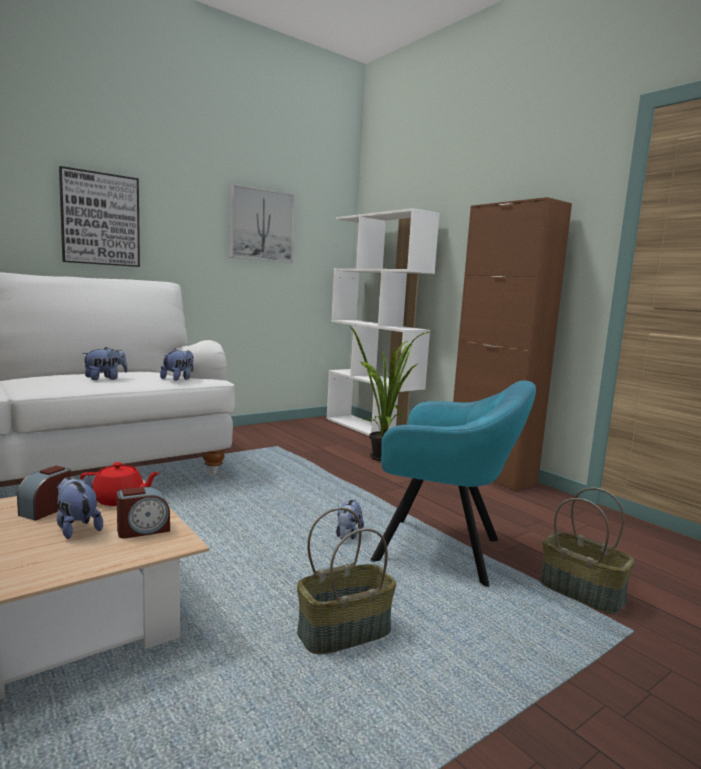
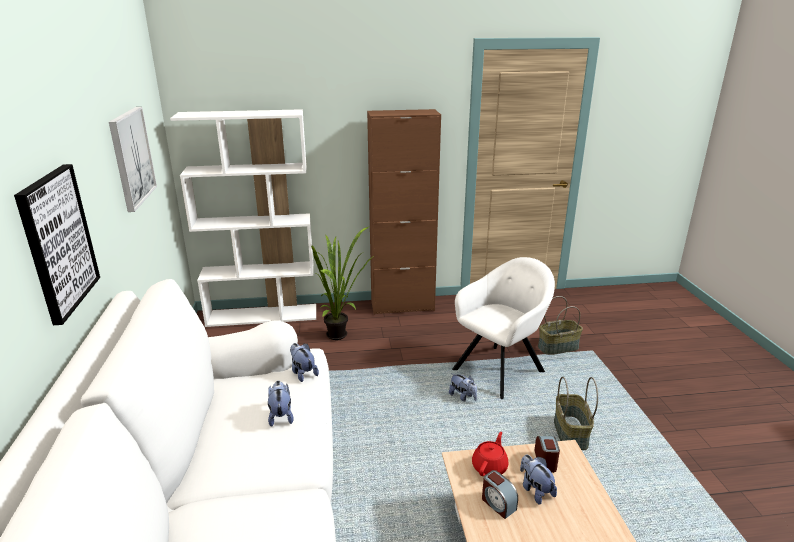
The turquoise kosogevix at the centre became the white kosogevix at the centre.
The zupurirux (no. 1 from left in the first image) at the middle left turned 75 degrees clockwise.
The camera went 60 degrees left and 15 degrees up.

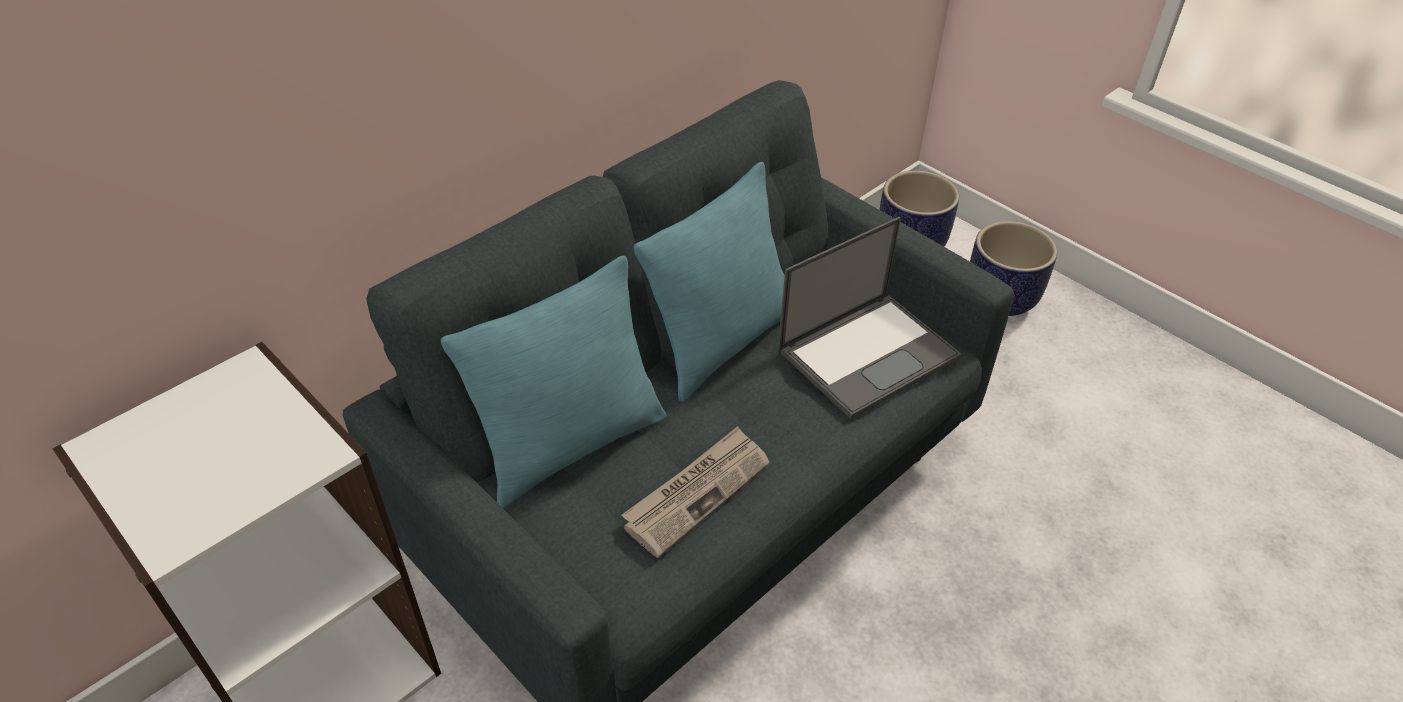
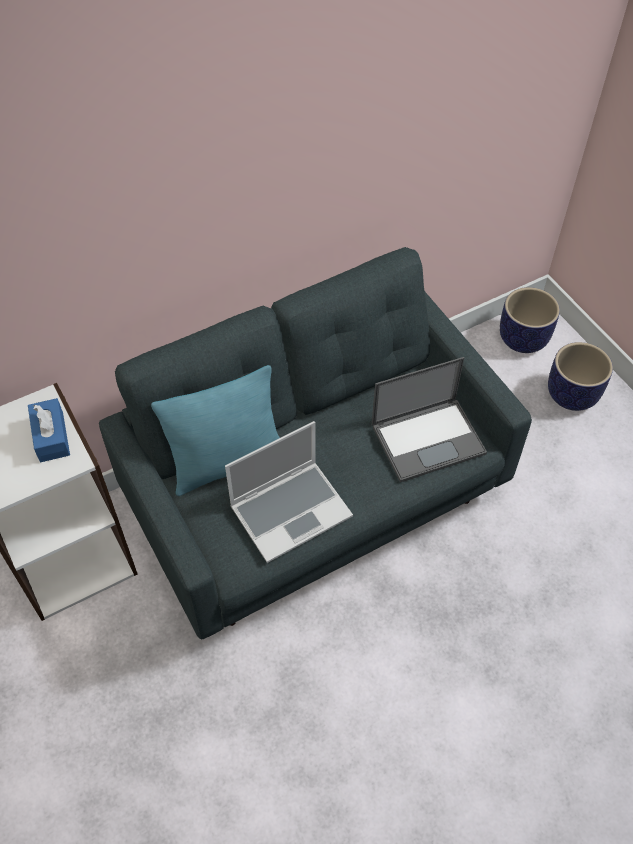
The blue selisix at the middle left appeared.
The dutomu at the bottom centre was replaced by the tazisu (no. 1 from left) at the centre.
The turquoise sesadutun (no. 2 from left) at the centre disappeared.
The camera went 15 degrees right and 10 degrees up.

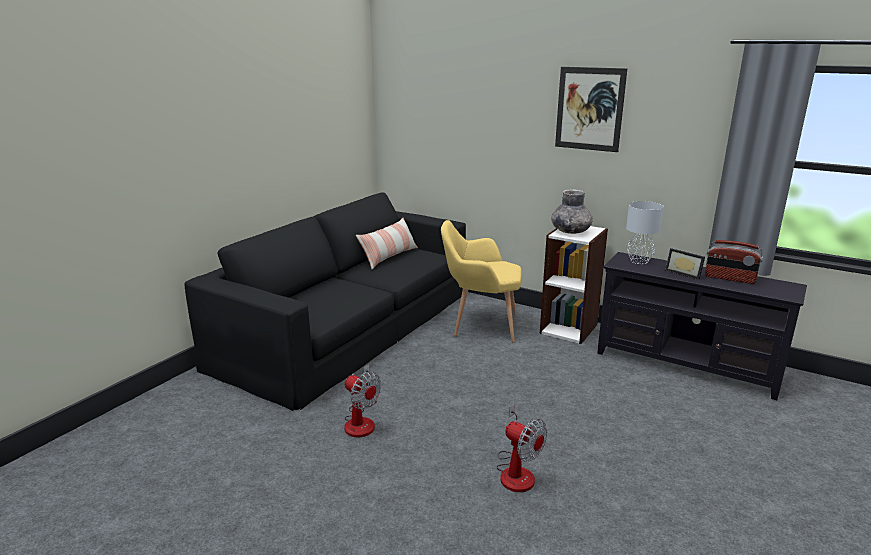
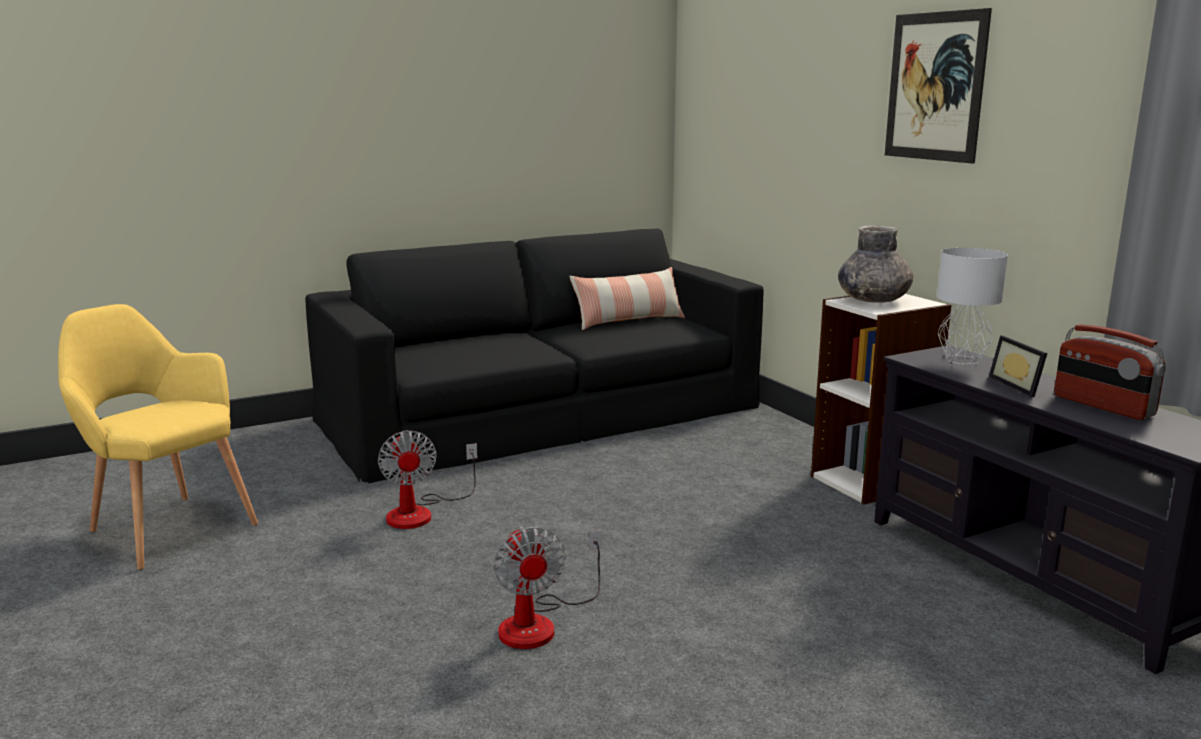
The yellow kosogevix moved from the centre to the middle left.
The camera went 30 degrees right and 5 degrees down.

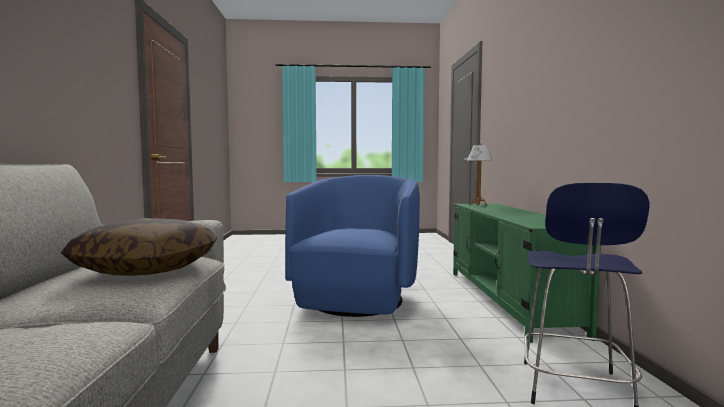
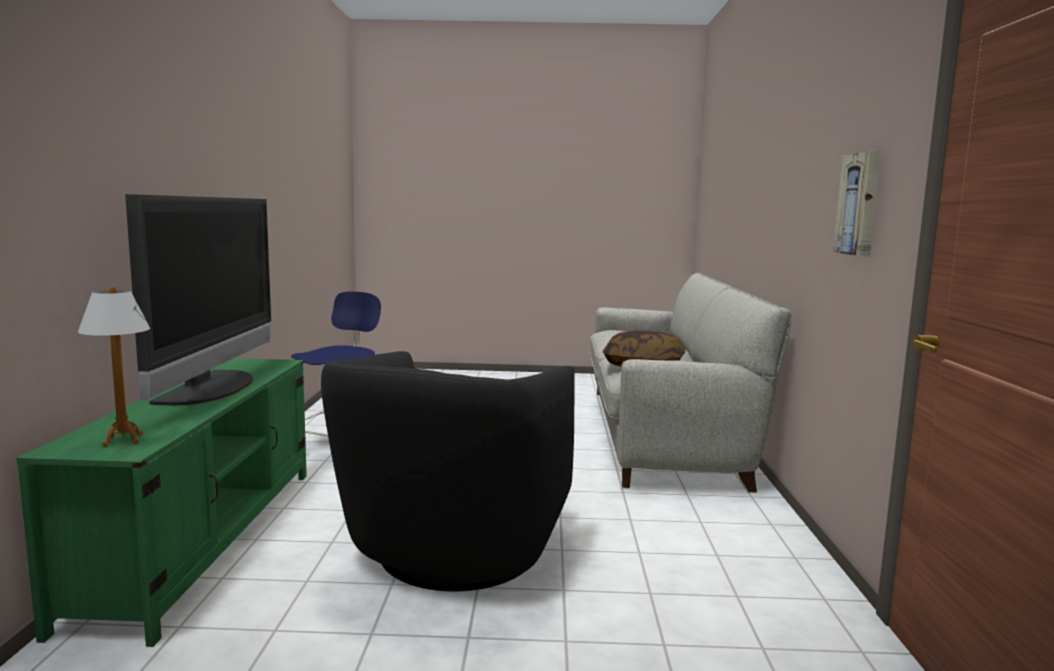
The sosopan at the middle left appeared.
The blue kosogevix at the centre became the black kosogevix at the bottom centre.
The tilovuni at the top right appeared.
The camera went 175 degrees left and 5 degrees up.

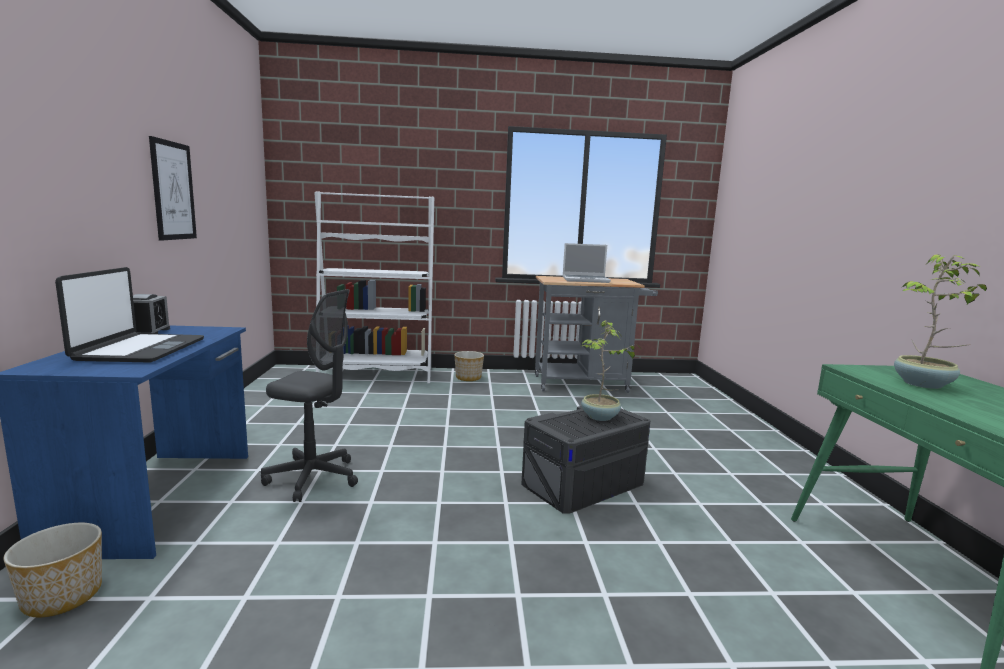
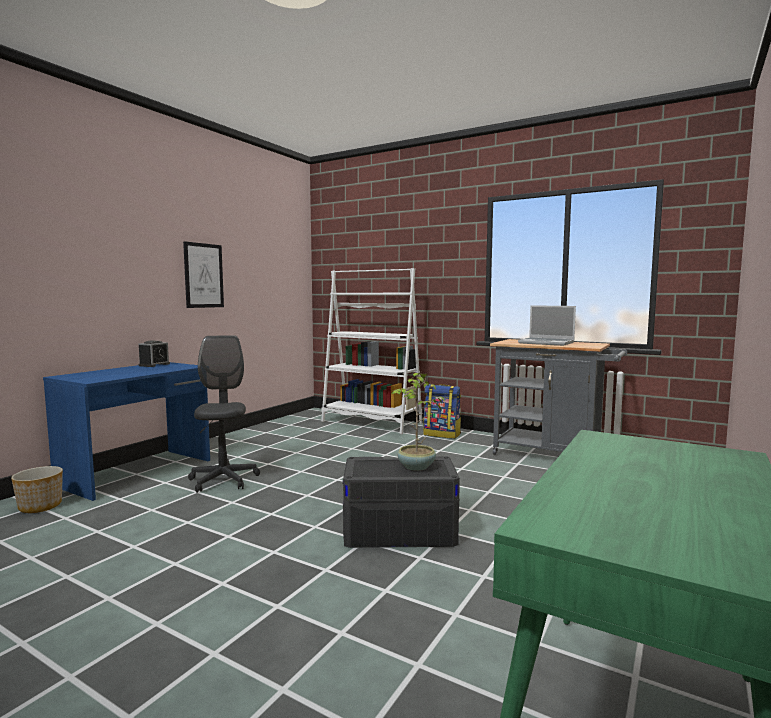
The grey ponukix at the middle left turned 150 degrees counterclockwise.
The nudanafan (no. 2 from left) at the centre was replaced by the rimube at the centre.
The tazisu (no. 1 from left) at the middle left disappeared.
The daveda (no. 2 from left) at the middle right disappeared.
The camera went 35 degrees right and 5 degrees down.

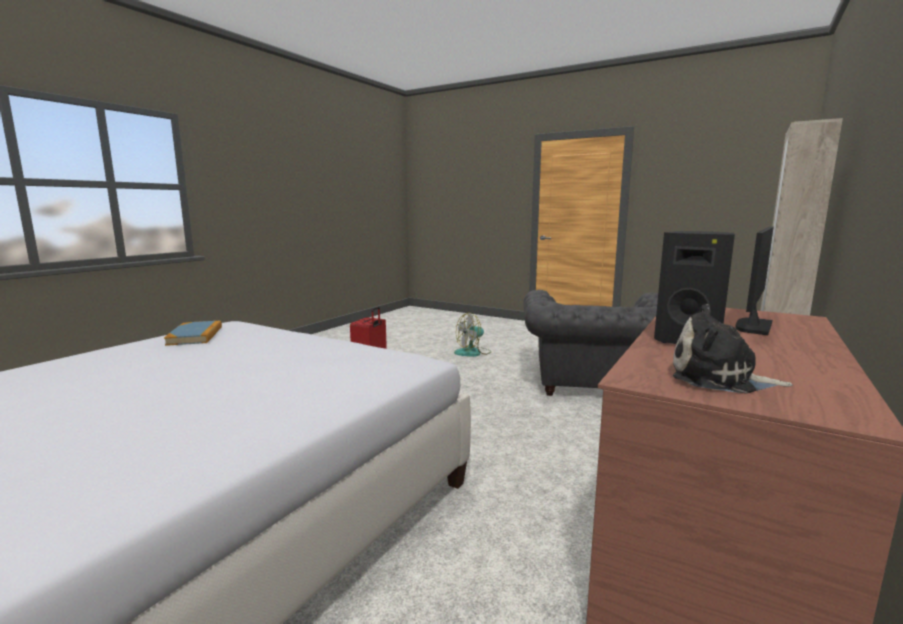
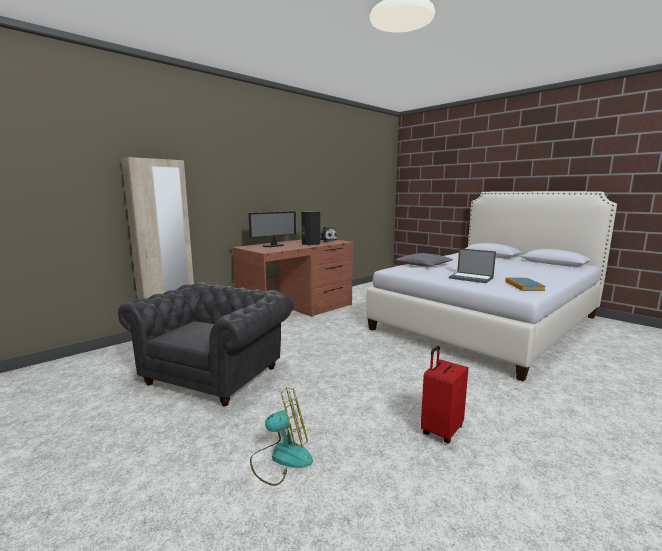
The grey sesadutun at the centre appeared.
The tazisu at the middle right appeared.
The camera went 165 degrees left and 0 degrees up.

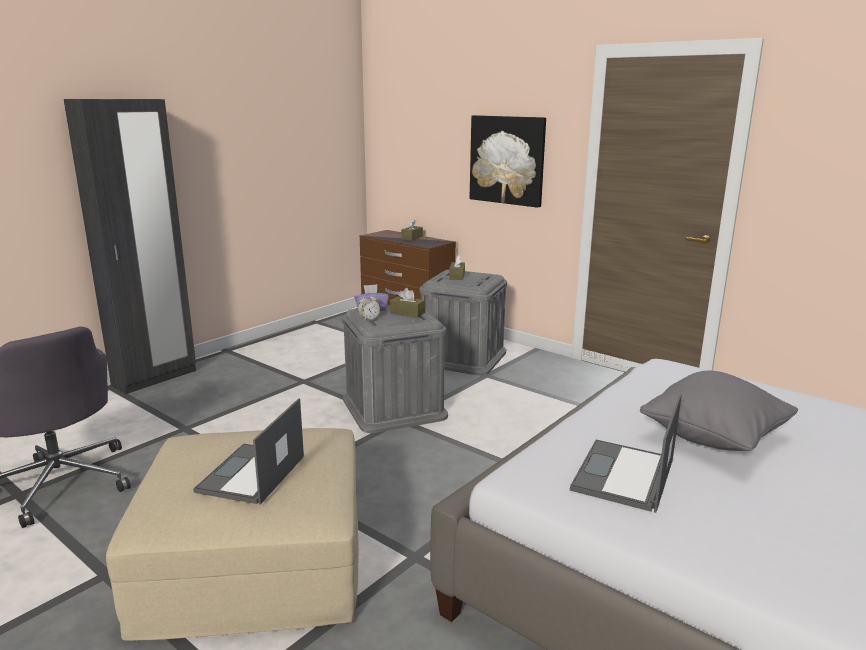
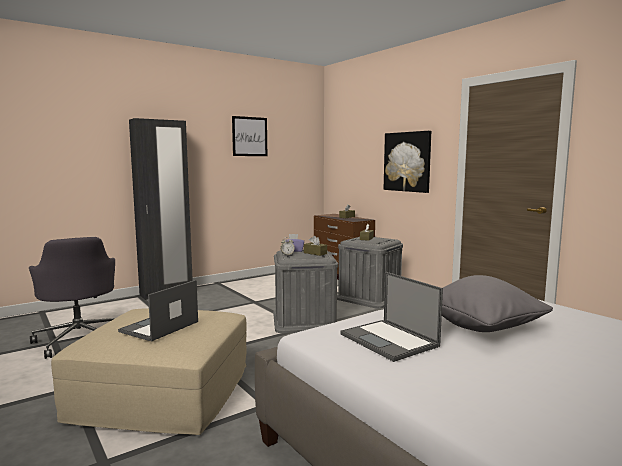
The tilovuni (no. 1 from left) at the top centre appeared.
The tazisu (no. 2 from left) at the bottom right turned 75 degrees counterclockwise.
The camera went 15 degrees right and 10 degrees down.

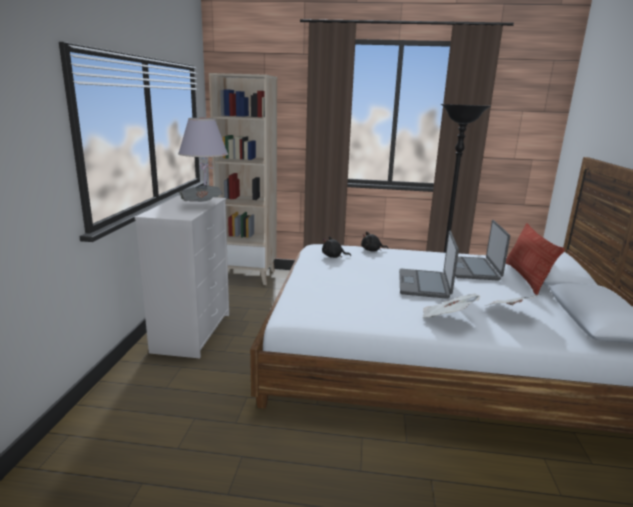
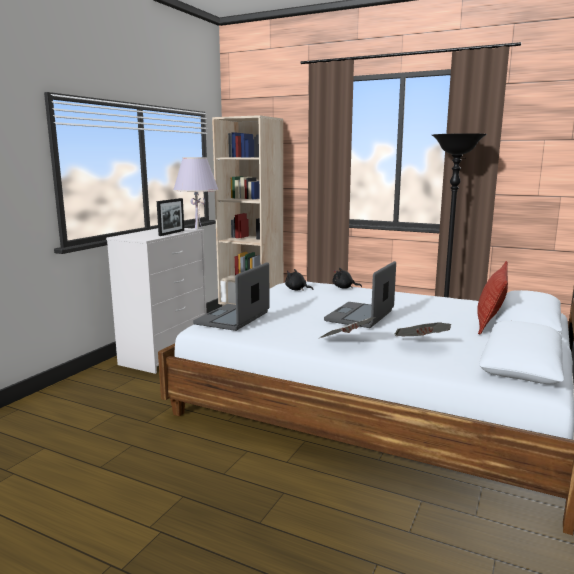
The dutomu (no. 1 from left) at the middle left was replaced by the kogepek at the middle left.
The tazisu (no. 2 from left in the first image) moved from the middle right to the centre.
The camera went 20 degrees right and 5 degrees down.

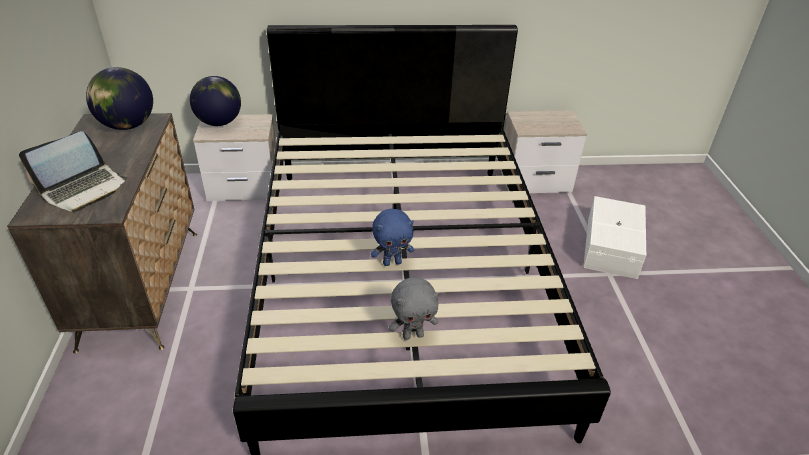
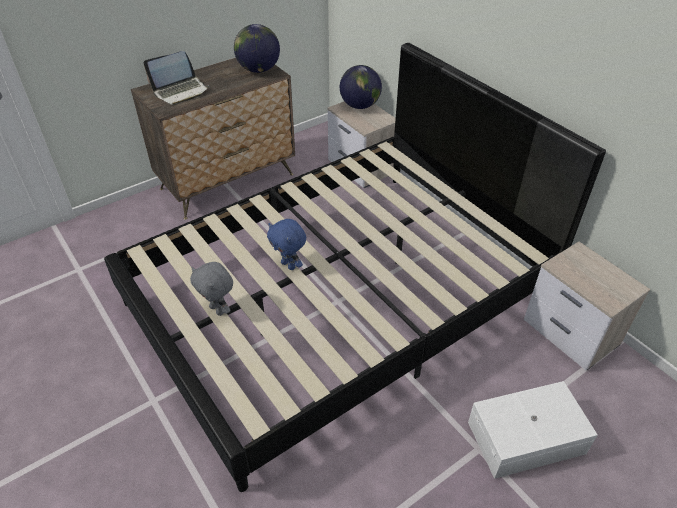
The tazisu at the middle left turned 45 degrees counterclockwise.
The camera went 60 degrees right and 5 degrees up.

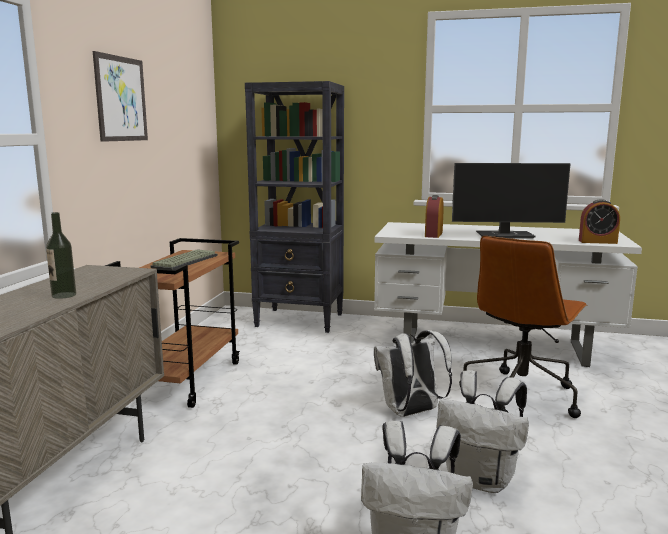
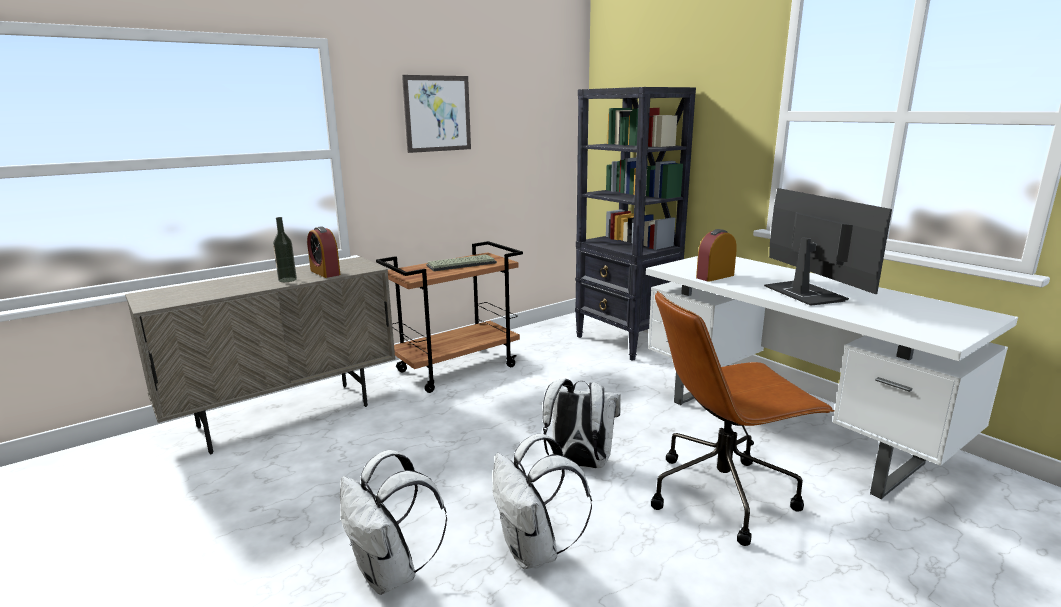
The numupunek (no. 2 from left in the first image) moved from the middle right to the middle left.
The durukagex at the middle right turned 150 degrees counterclockwise.
The camera went 40 degrees right and 5 degrees up.

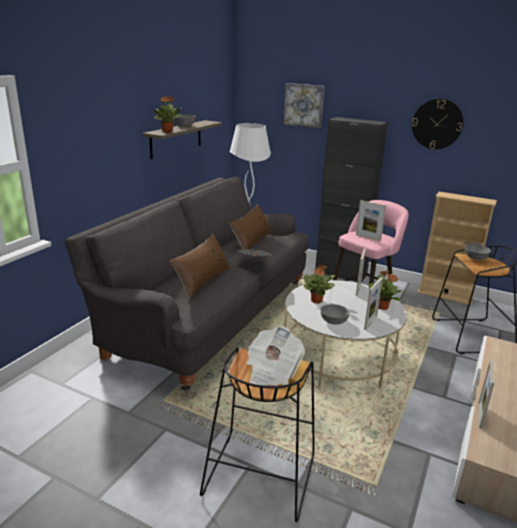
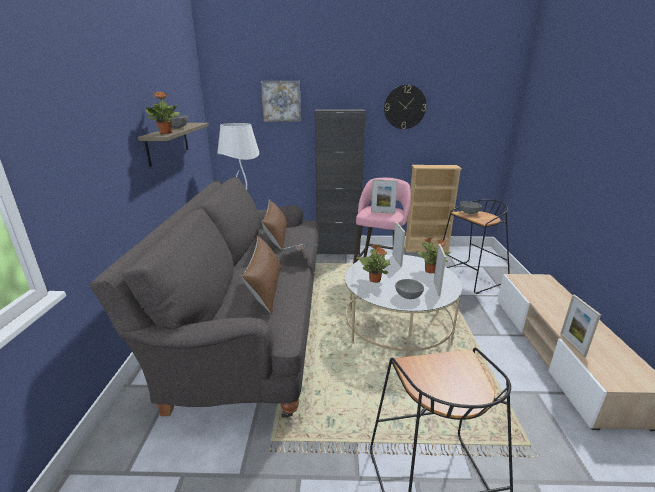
The dutomu (no. 2 from left) at the bottom centre disappeared.
The camera went 25 degrees left and 0 degrees up.

